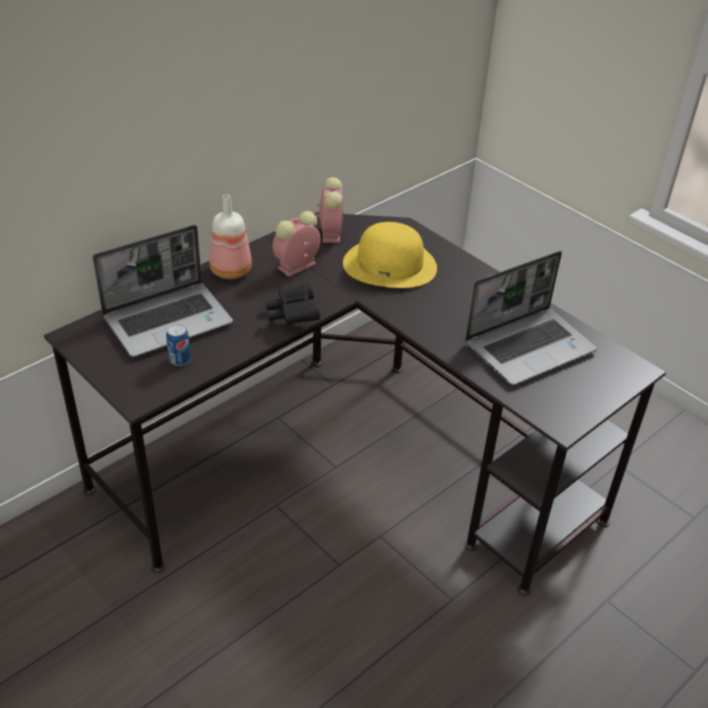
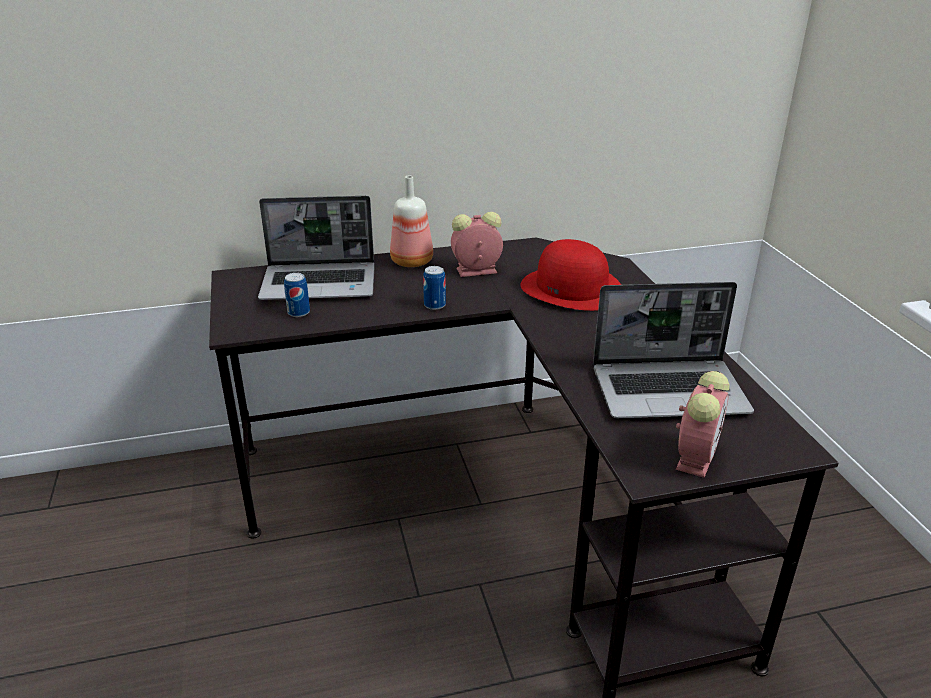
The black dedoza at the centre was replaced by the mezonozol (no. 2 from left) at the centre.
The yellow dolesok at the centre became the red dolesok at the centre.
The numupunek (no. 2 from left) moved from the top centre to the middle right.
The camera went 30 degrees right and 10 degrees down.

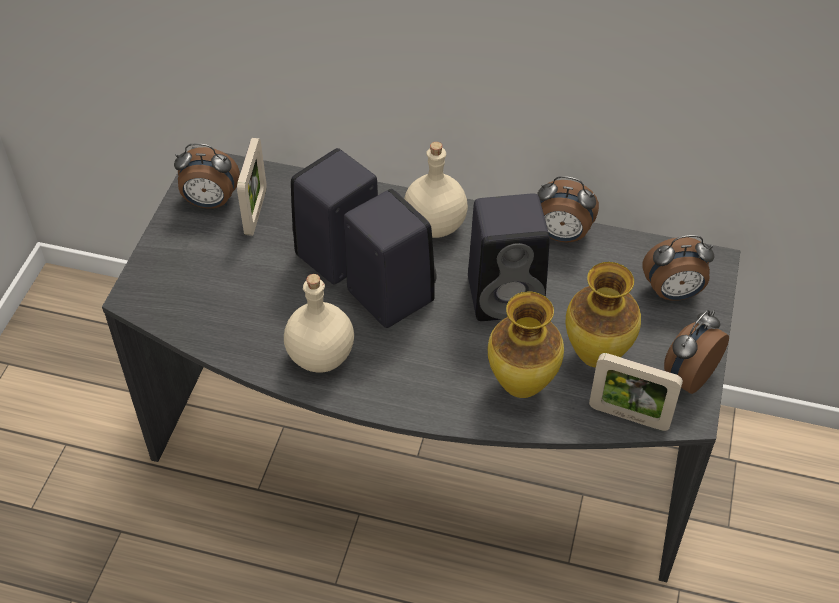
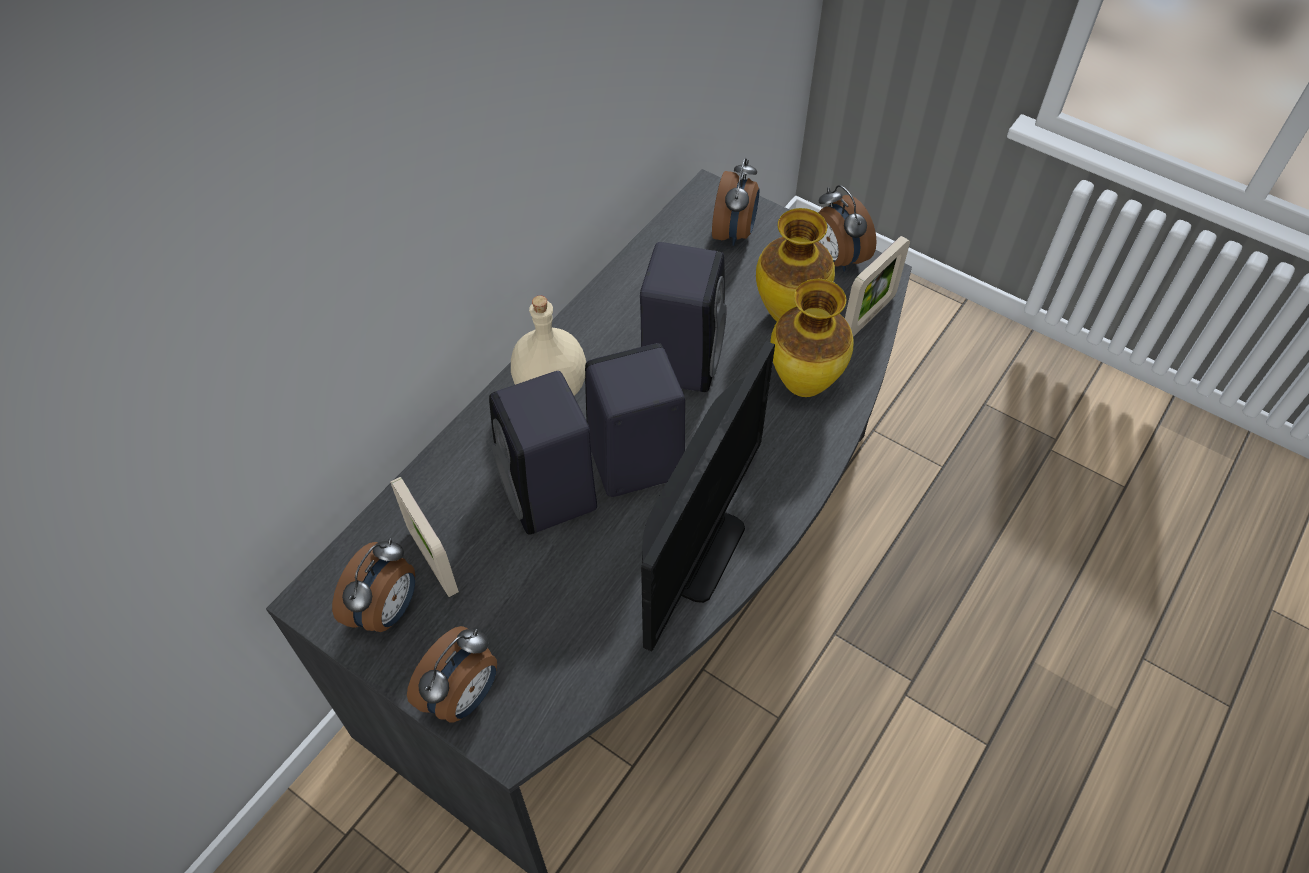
The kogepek (no. 1 from left) at the top left turned 150 degrees counterclockwise.
The numupunek (no. 2 from left) moved from the middle right to the bottom centre.
The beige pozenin (no. 1 from left) at the centre was replaced by the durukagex at the centre.
The camera went 70 degrees left and 5 degrees up.

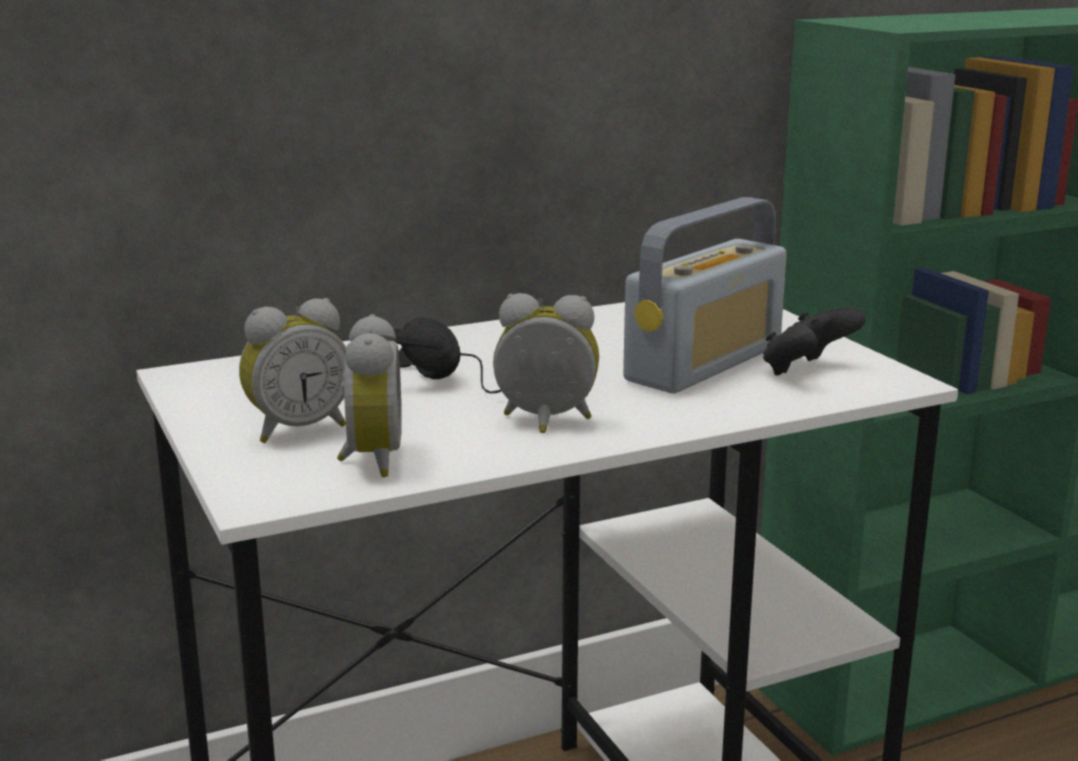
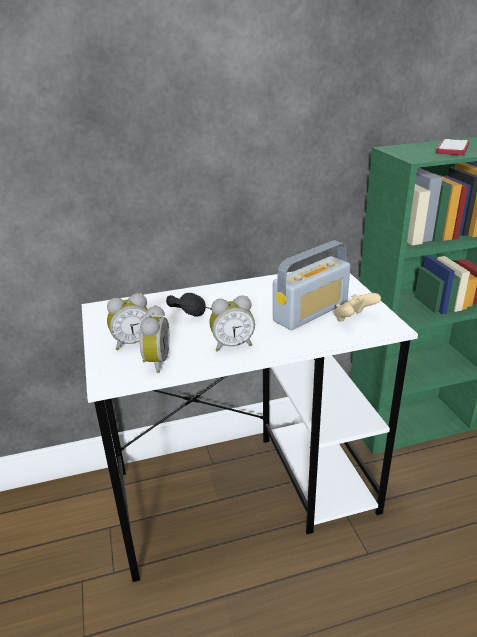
The numupunek (no. 3 from left) at the centre turned 150 degrees clockwise.
The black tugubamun at the middle right became the beige tugubamun at the middle right.
The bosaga at the top right appeared.
The camera went 10 degrees right and 10 degrees up.

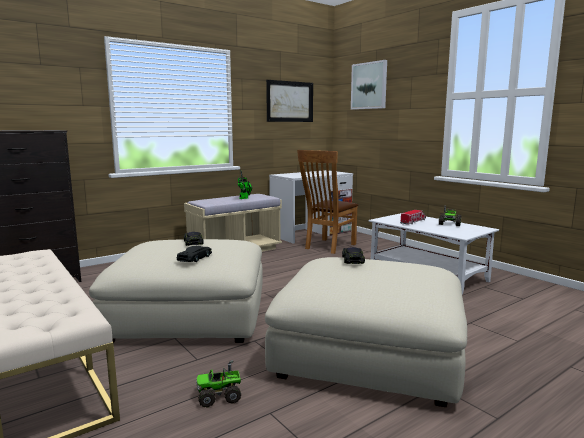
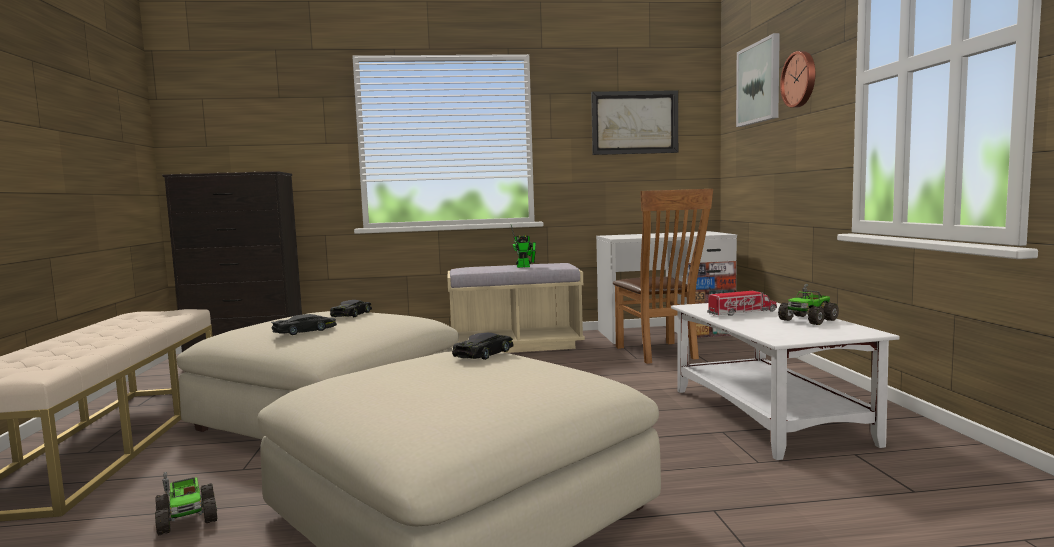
The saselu (no. 1 from left) at the bottom centre turned 135 degrees counterclockwise.
The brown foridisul at the centre turned 75 degrees counterclockwise.
The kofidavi at the top right appeared.
The camera went 30 degrees right and 5 degrees down.

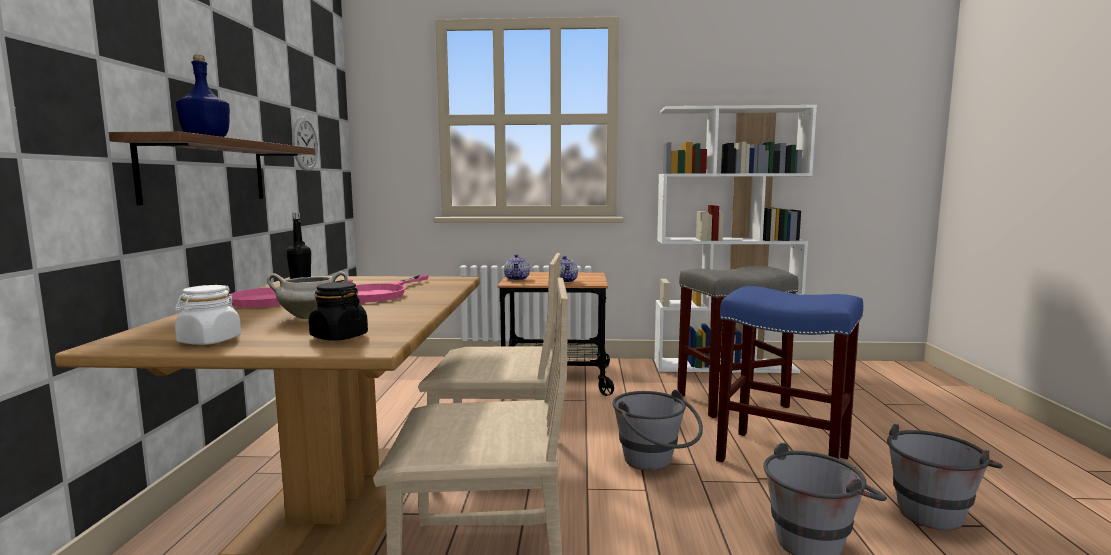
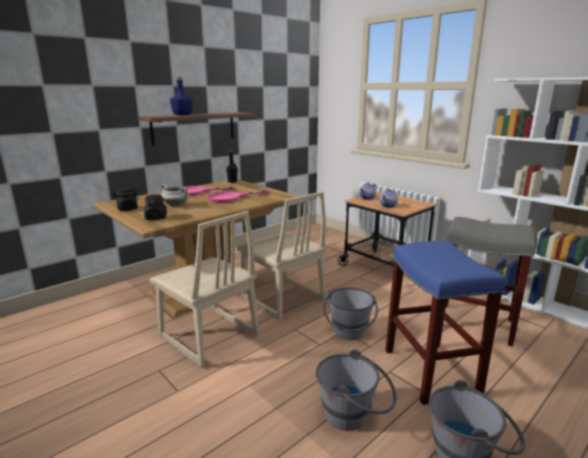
The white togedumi at the middle left became the black togedumi (no. 1 from left) at the middle left.
The kofidavi at the top left disappeared.
The camera went 45 degrees right and 10 degrees up.

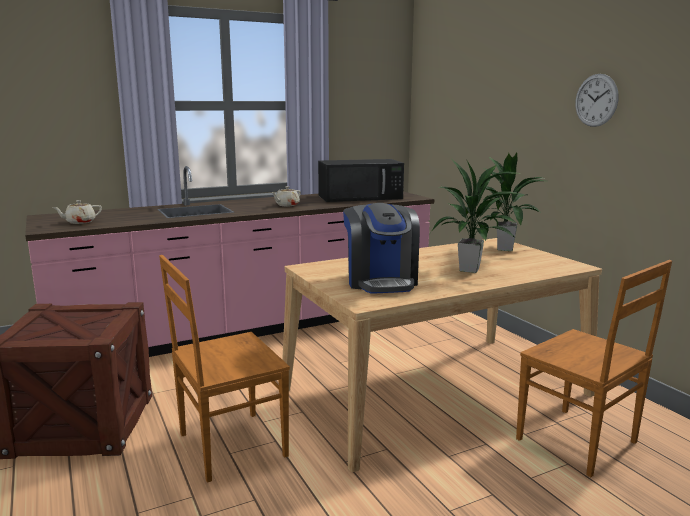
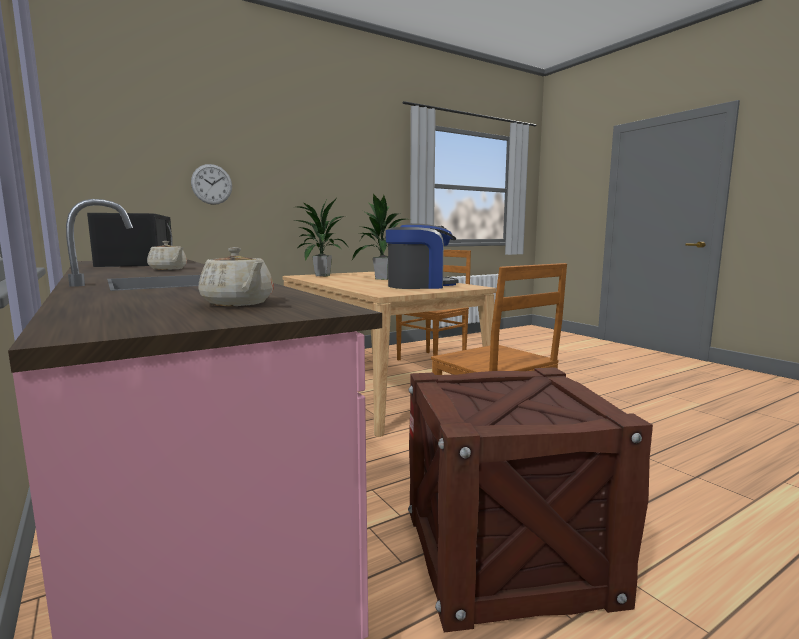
The kofidavi moved from the top right to the top left.
The camera went 95 degrees left and 5 degrees down.

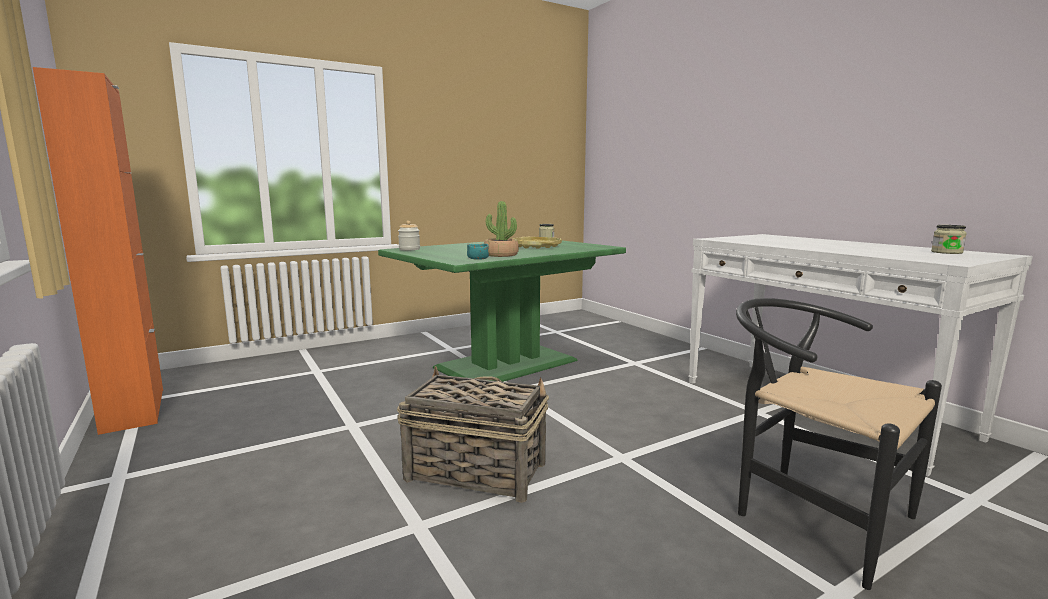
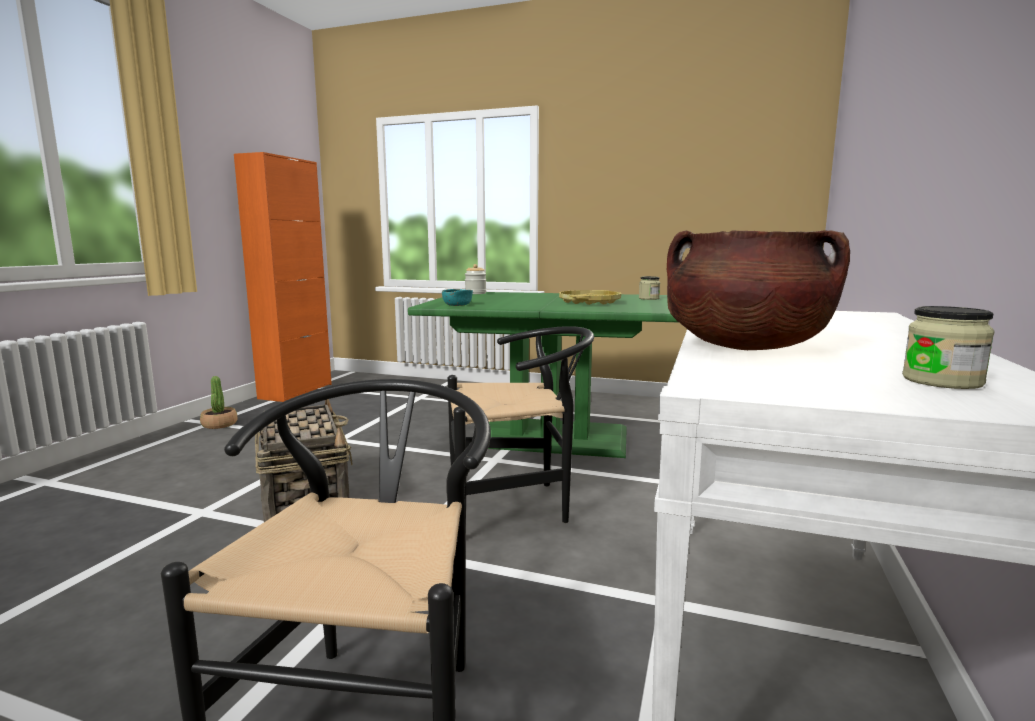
The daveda moved from the centre to the middle left.
The black foridisul (no. 2 from left) at the centre appeared.
The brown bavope at the middle right appeared.
The camera went 50 degrees right and 0 degrees up.

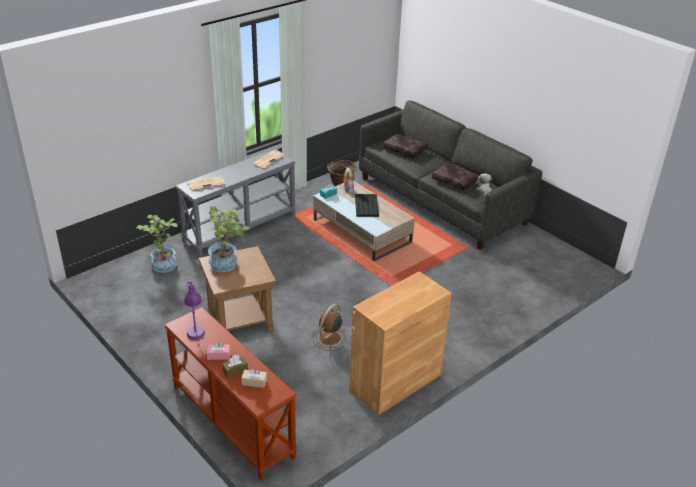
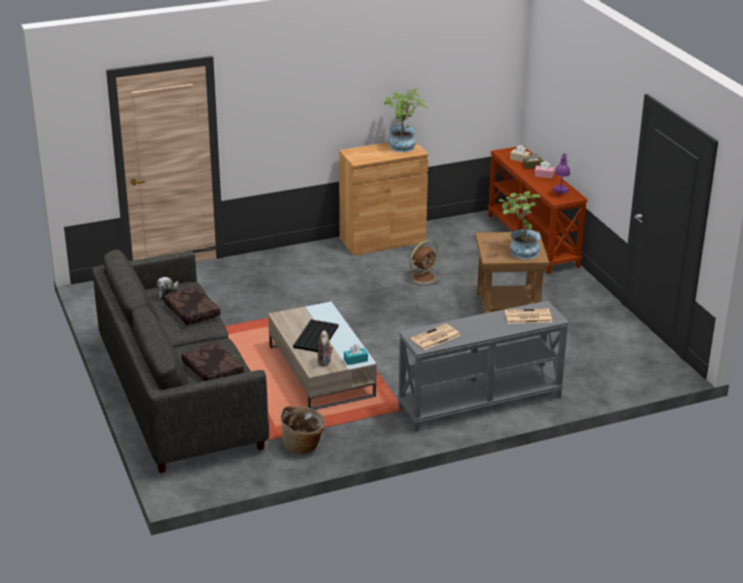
The daveda (no. 1 from left) moved from the middle left to the top centre.
The camera went 160 degrees left and 5 degrees down.

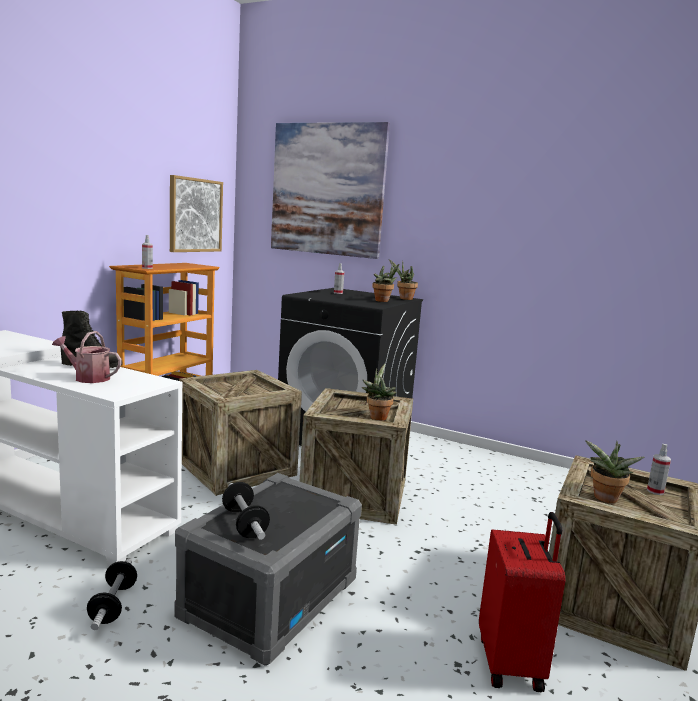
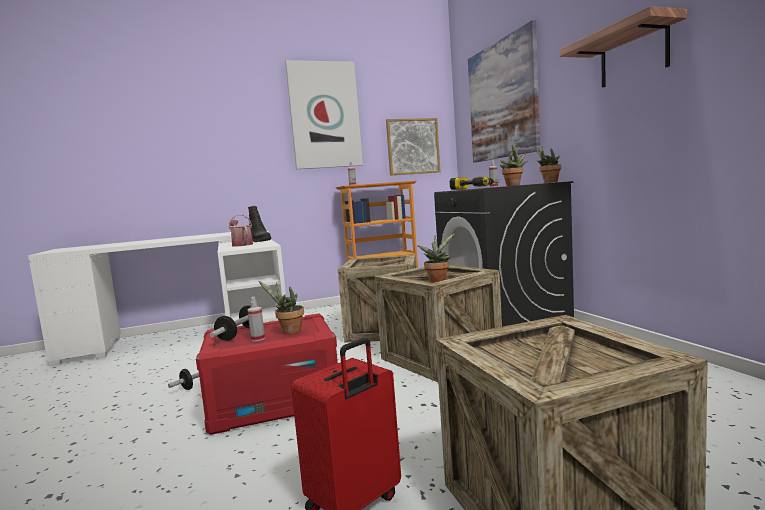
The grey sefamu at the bottom centre became the red sefamu at the bottom centre.
The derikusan (no. 3 from left in the first image) moved from the bottom right to the centre.
The daveda (no. 4 from left in the first image) moved from the bottom right to the centre.
The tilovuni (no. 1 from left) at the top centre appeared.
The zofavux at the centre appeared.
The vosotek at the top right appeared.
The camera went 45 degrees right and 5 degrees down.

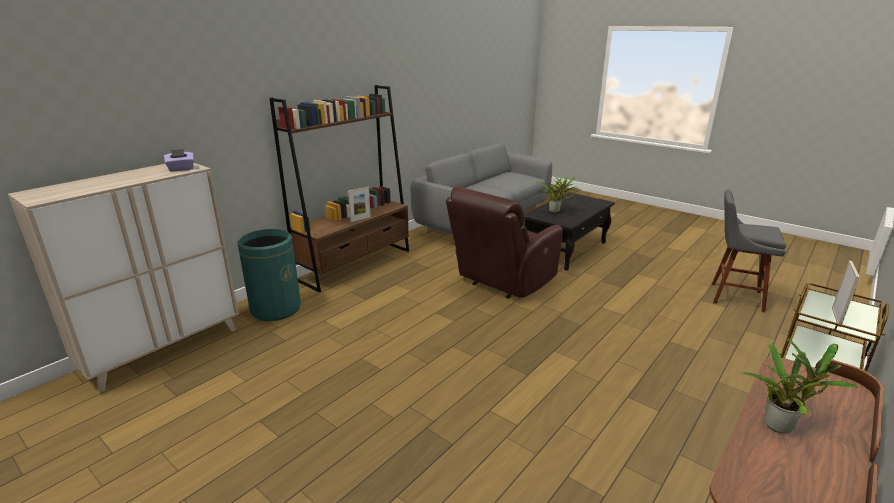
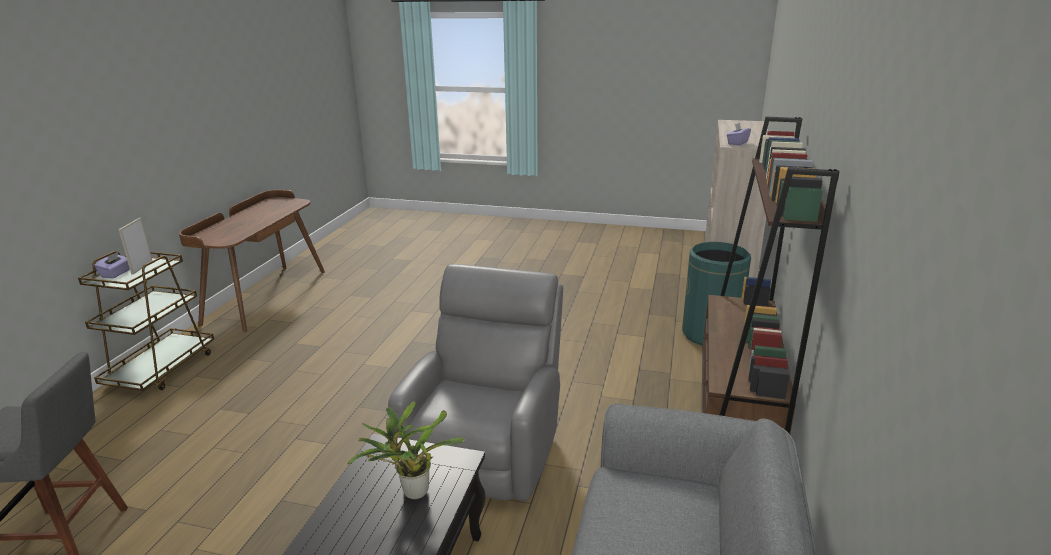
The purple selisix (no. 1 from left) at the middle left appeared.
The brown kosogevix at the centre became the grey kosogevix at the bottom centre.
The kogepek (no. 1 from left) at the centre disappeared.
The daveda (no. 2 from left) at the bottom right disappeared.
The camera went 155 degrees right and 0 degrees up.

